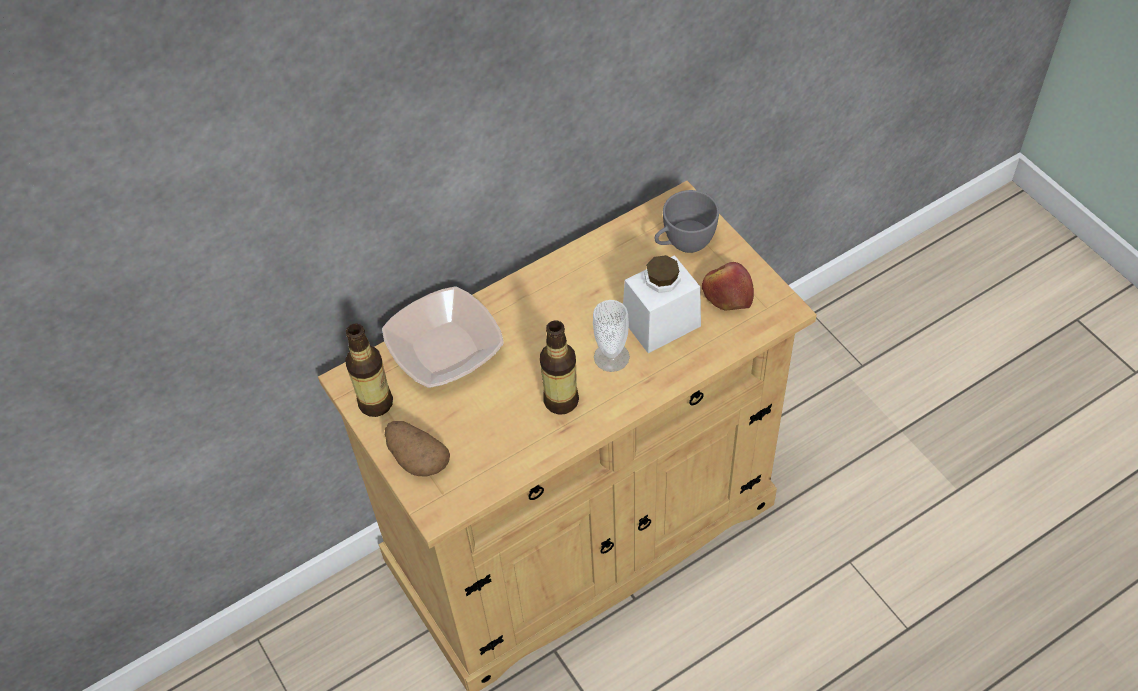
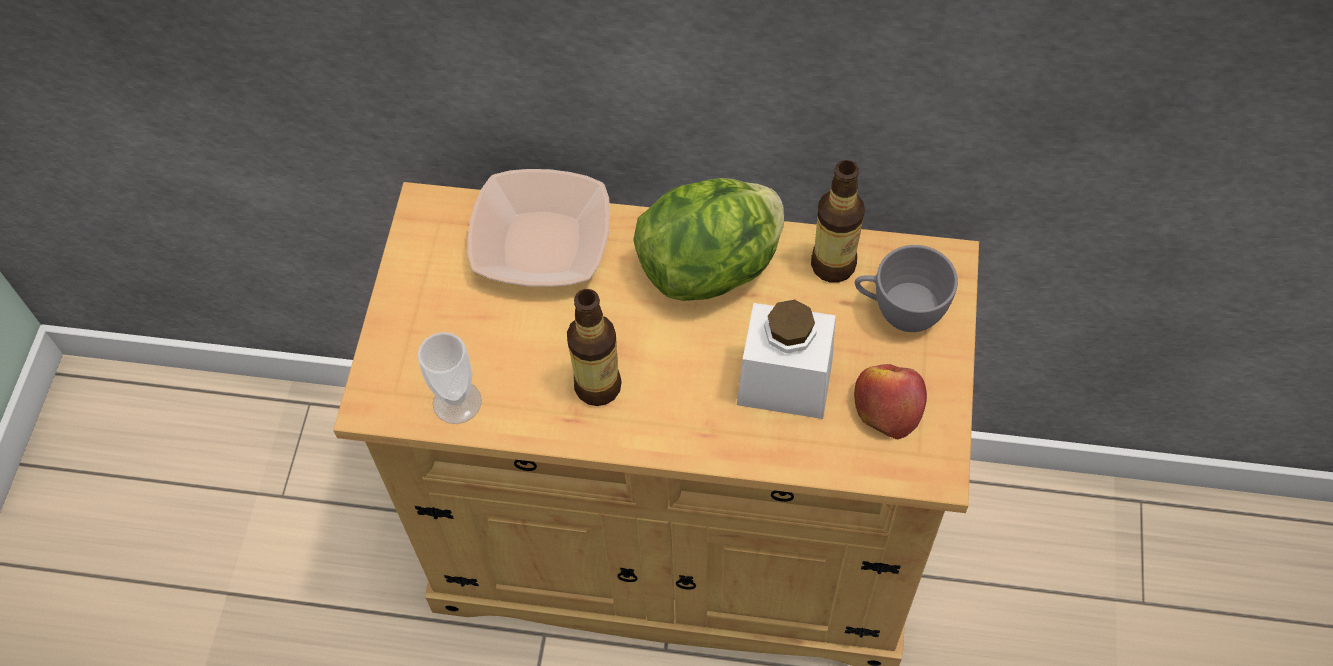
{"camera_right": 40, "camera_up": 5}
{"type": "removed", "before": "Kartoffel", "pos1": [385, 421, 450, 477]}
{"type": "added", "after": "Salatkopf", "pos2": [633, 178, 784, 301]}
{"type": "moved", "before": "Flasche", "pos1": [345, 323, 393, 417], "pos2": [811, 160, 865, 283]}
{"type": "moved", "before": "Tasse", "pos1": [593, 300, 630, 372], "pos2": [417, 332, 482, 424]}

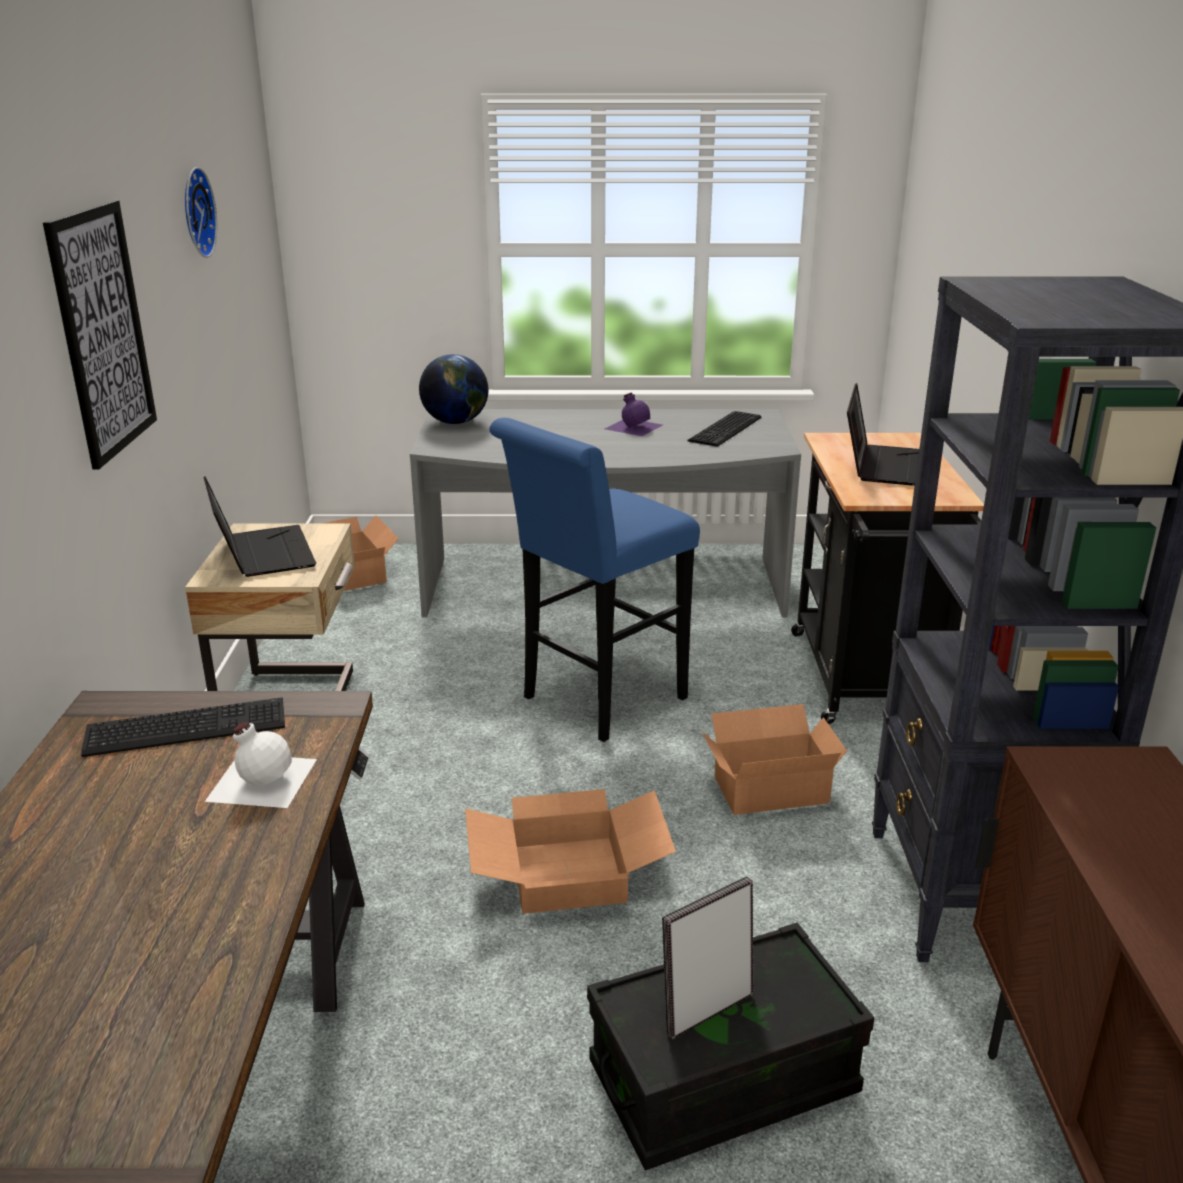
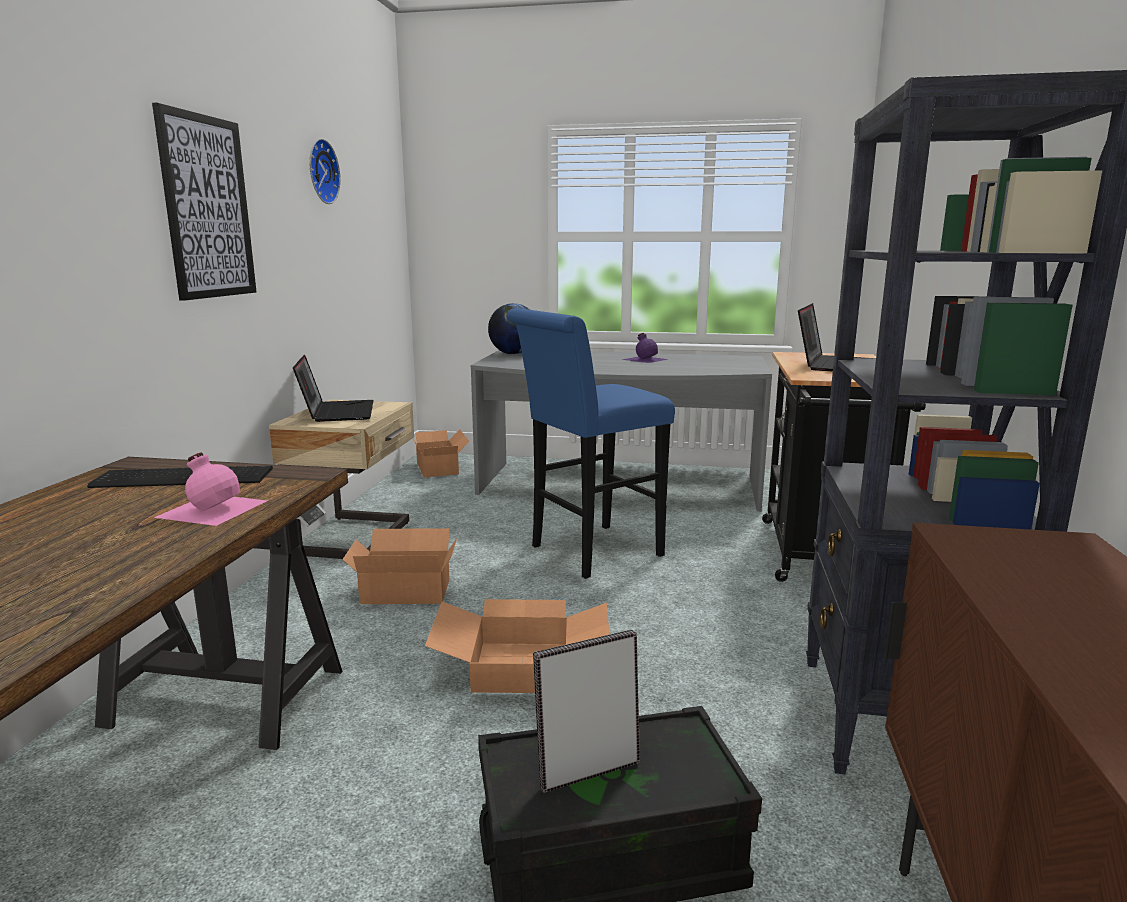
{"camera_right": 10, "camera_up": -10}
{"type": "removed", "before": "Tastatur", "pos1": [687, 411, 761, 447]}
{"type": "moved", "before": "Karton", "pos1": [702, 704, 847, 815], "pos2": [342, 528, 457, 604]}
{"type": "recoloured", "before": "Flasche/weiß", "after": "Flasche/rosa", "pos1": [205, 722, 317, 808], "pos2": [154, 452, 267, 526]}

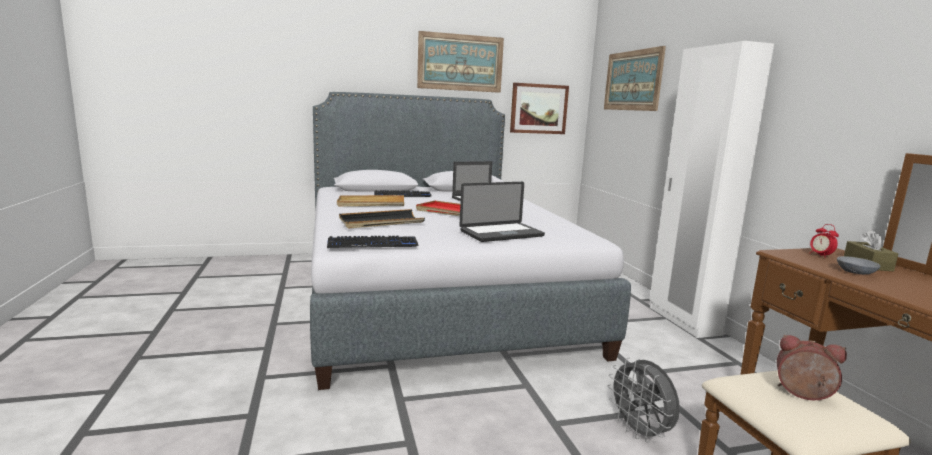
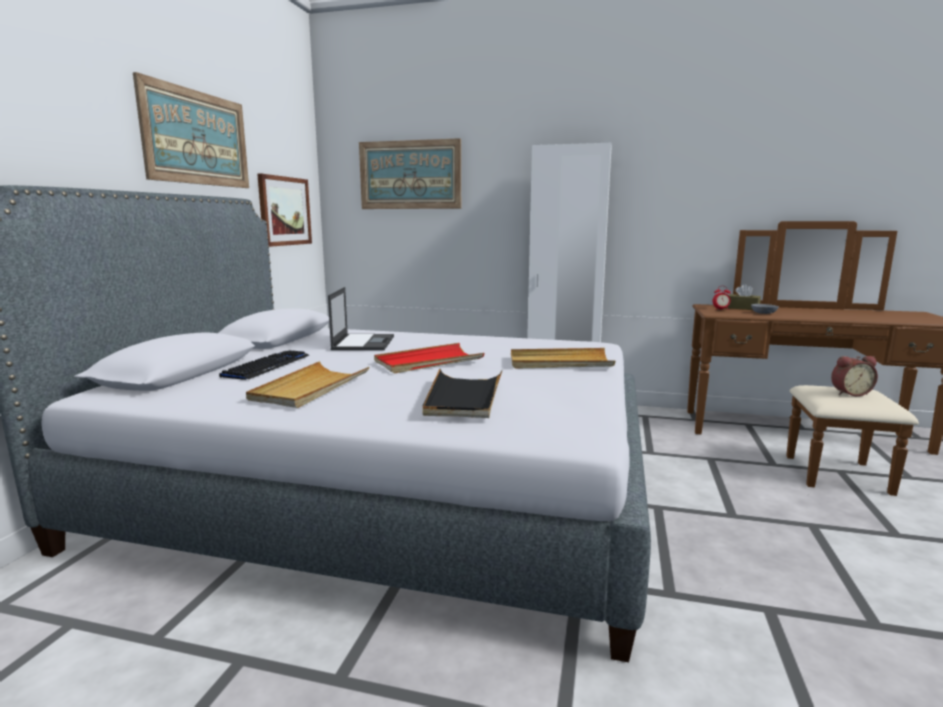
{"camera_right": -60, "camera_up": 0}
{"type": "removed", "before": "Tastatur", "pos1": [327, 236, 418, 248]}
{"type": "removed", "before": "Ventilator/grau", "pos1": [607, 357, 680, 443]}
{"type": "replaced", "before": "Laptop", "after": "Tablett/beige", "pos1": [460, 182, 545, 242], "pos2": [511, 348, 616, 369]}
{"type": "turned", "before": "Wecker", "pos1": [777, 335, 847, 400], "pos2": [831, 356, 878, 396], "turn": -150}

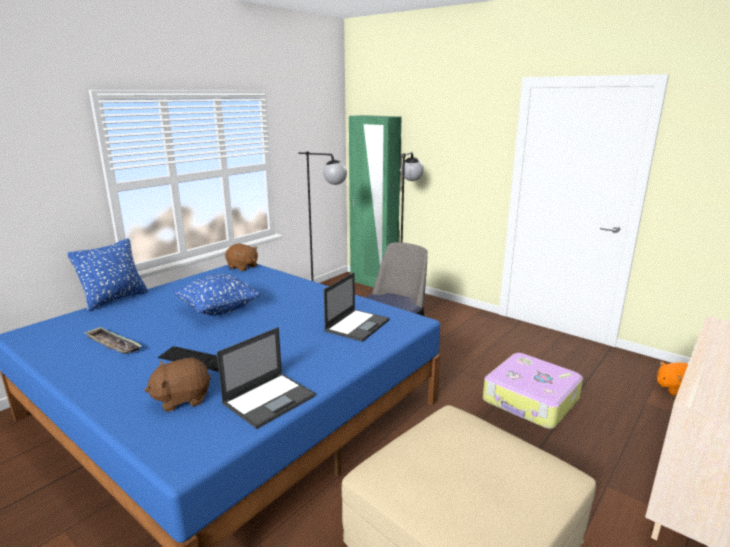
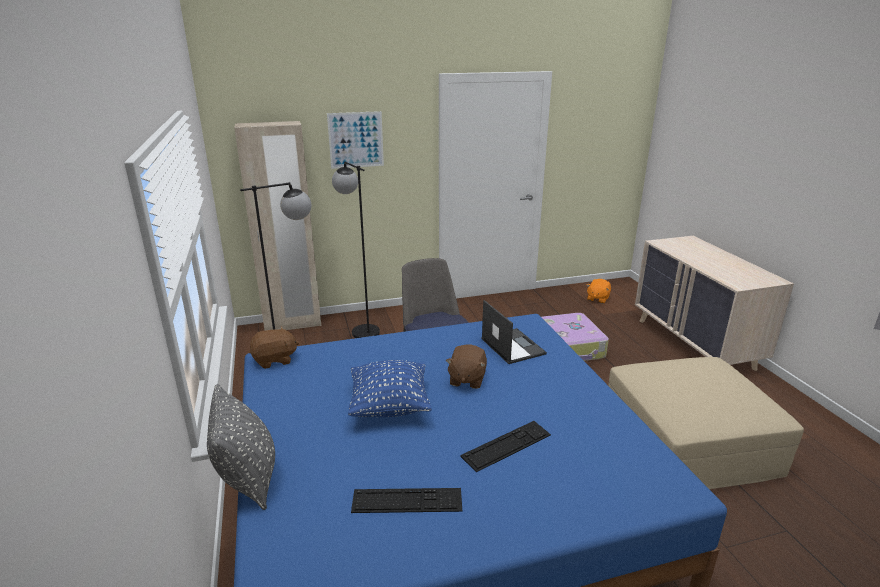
{"camera_right": -55, "camera_up": 5}
{"type": "removed", "before": "Laptop", "pos1": [217, 327, 316, 429]}
{"type": "added", "after": "Bild", "pos2": [327, 111, 384, 169]}
{"type": "moved", "before": "Plüschtier/braun", "pos1": [144, 358, 211, 412], "pos2": [446, 344, 487, 389]}
{"type": "replaced", "before": "Tablett", "after": "Tastatur", "pos1": [85, 327, 142, 354], "pos2": [351, 488, 462, 513]}
{"type": "recoloured", "before": "Kissen/blau", "after": "Kissen/grau", "pos1": [67, 238, 148, 312], "pos2": [207, 384, 275, 510]}
{"type": "recoloured", "before": "Kleiderschrank/grün", "after": "Kleiderschrank/beige", "pos1": [349, 115, 401, 288], "pos2": [234, 121, 321, 330]}

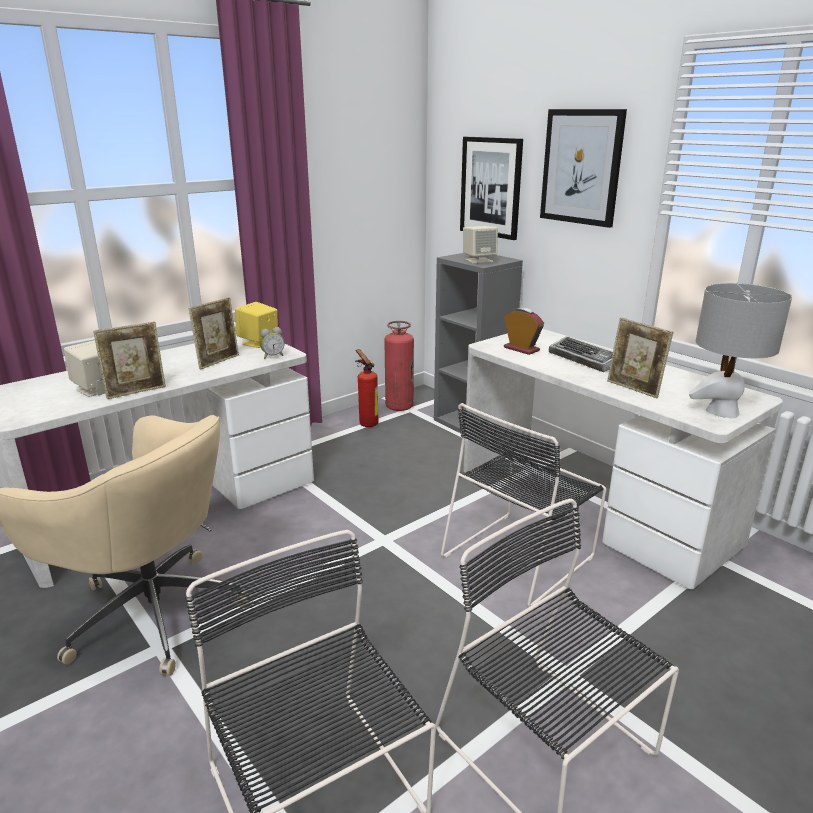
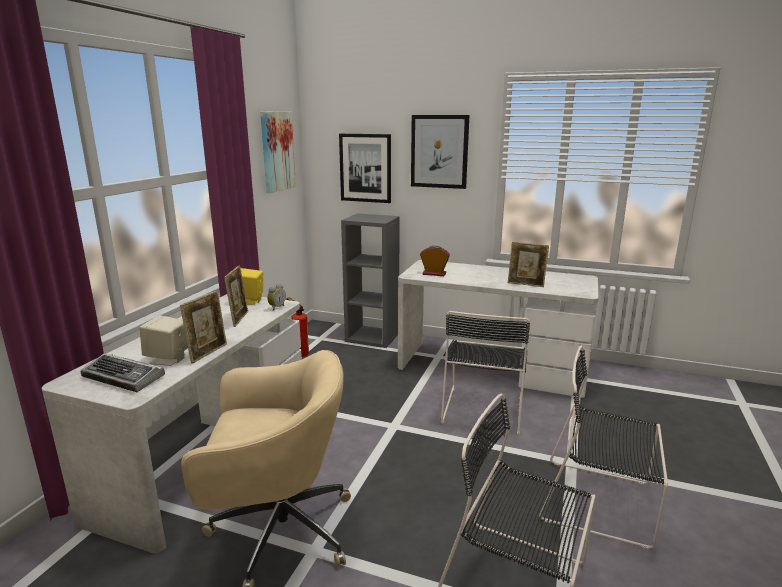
{"camera_right": -30, "camera_up": -5}
{"type": "removed", "before": "Feuerlöscher", "pos1": [384, 321, 414, 411]}
{"type": "removed", "before": "Lautsprecher/beige", "pos1": [463, 226, 498, 264]}
{"type": "removed", "before": "Tischlampe/grau", "pos1": [689, 283, 792, 418]}
{"type": "added", "after": "Bild", "pos2": [260, 111, 296, 193]}
{"type": "moved", "before": "Tastatur", "pos1": [549, 336, 613, 372], "pos2": [81, 354, 165, 392]}

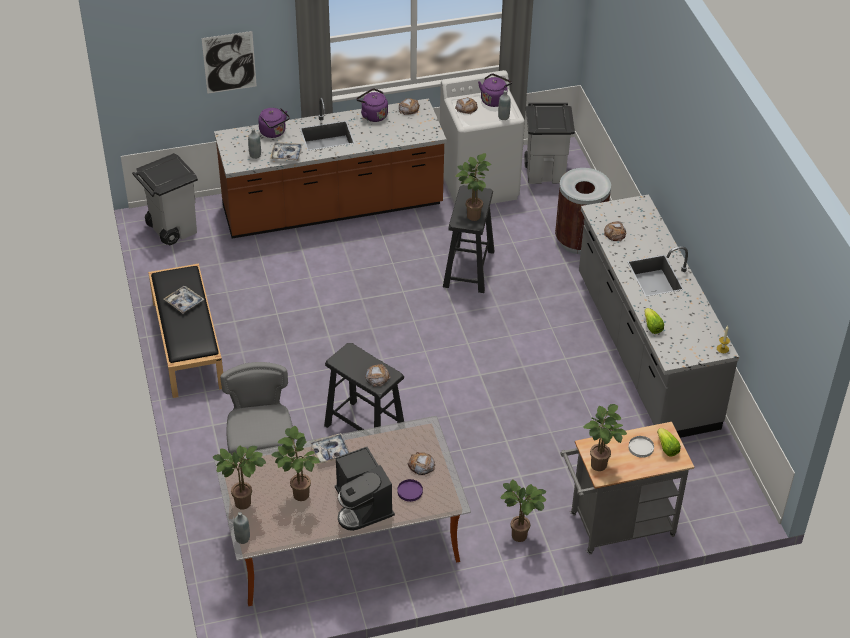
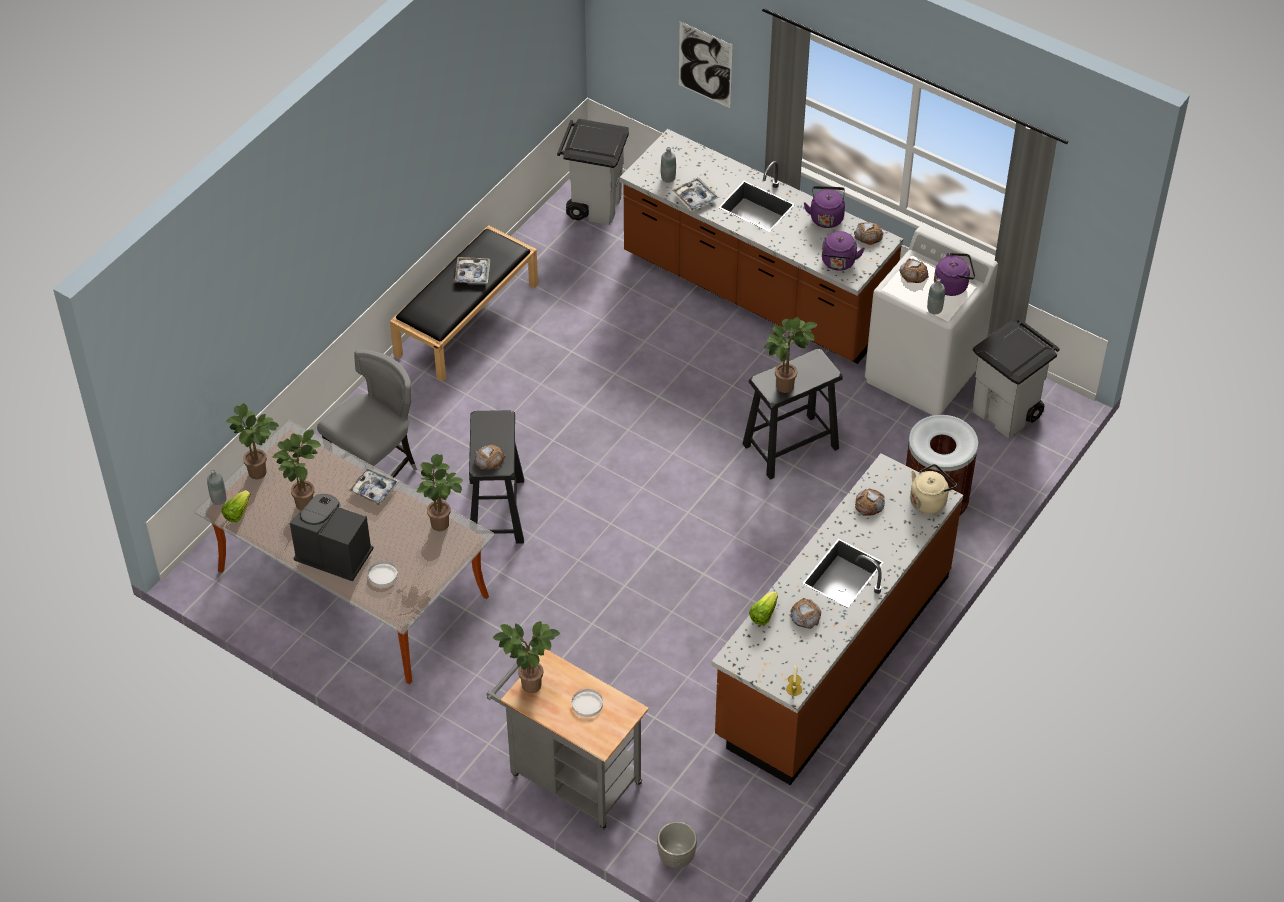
{"camera_right": 50, "camera_up": 5}
{"type": "added", "after": "Pflanzkübel", "pos2": [657, 822, 697, 868]}
{"type": "added", "after": "Wasserkessel/beige", "pos2": [910, 464, 957, 514]}
{"type": "moved", "before": "Wasserkessel/lila", "pos1": [258, 108, 290, 138], "pos2": [822, 231, 865, 271]}
{"type": "moved", "before": "Brot", "pos1": [407, 452, 436, 475], "pos2": [790, 598, 821, 629]}
{"type": "moved", "before": "Topfpflanze", "pos1": [500, 479, 546, 542], "pos2": [417, 454, 463, 531]}
{"type": "moved", "before": "Salatkopf", "pos1": [657, 428, 681, 456], "pos2": [222, 490, 251, 523]}
{"type": "recoloured", "before": "Teller/lila", "after": "Teller/weiß", "pos1": [397, 479, 423, 502], "pos2": [368, 561, 398, 587]}
{"type": "recoloured", "before": "Küchenzeile/grau", "after": "Küchenzeile/braun", "pos1": [579, 194, 739, 438], "pos2": [711, 454, 963, 785]}
{"type": "turned", "before": "Kaffeemaschine", "pos1": [335, 447, 395, 531], "pos2": [290, 494, 374, 581], "turn": 90}

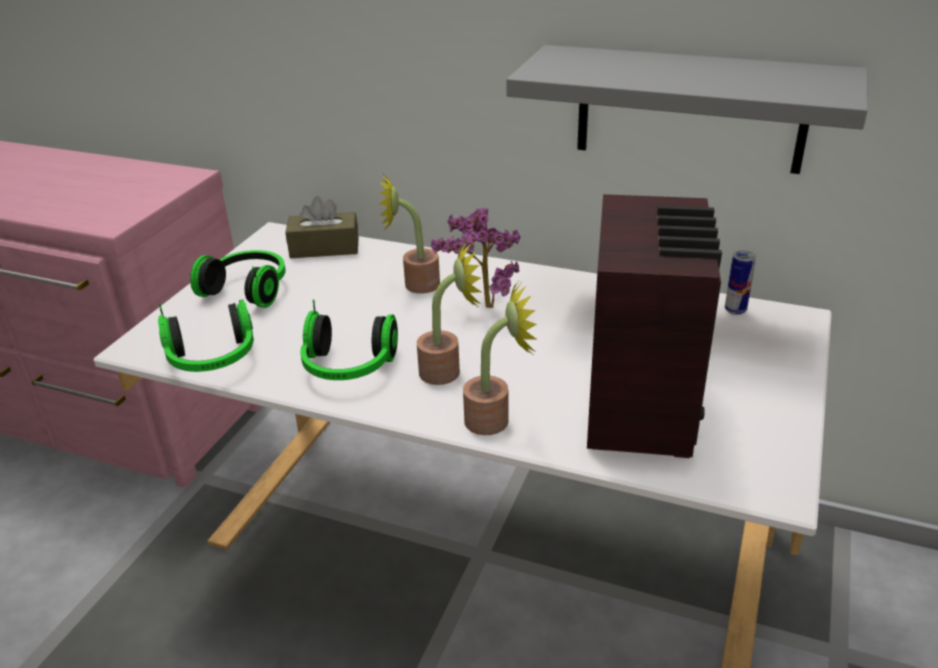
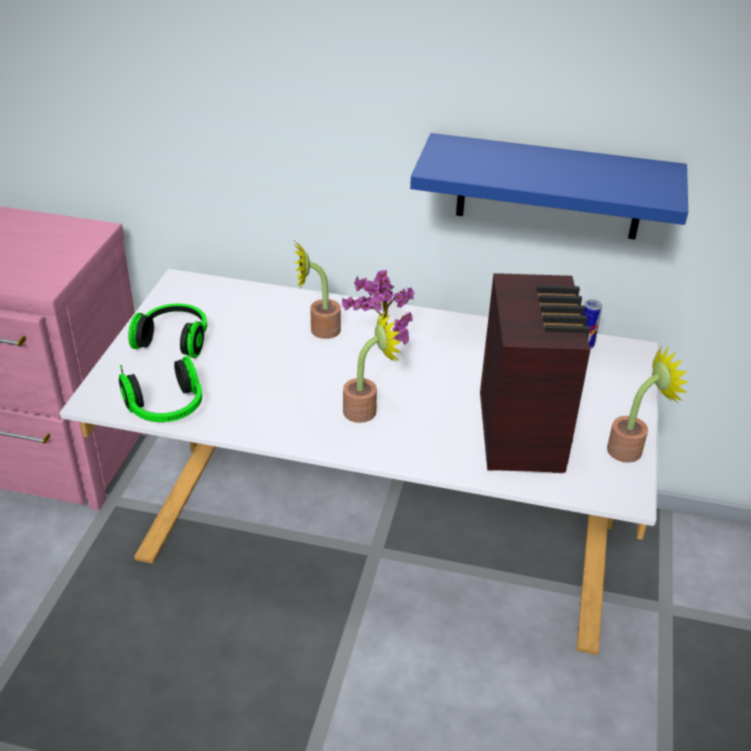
{"camera_right": -10, "camera_up": 5}
{"type": "removed", "before": "Taschentuchbox/braun", "pos1": [285, 196, 359, 258]}
{"type": "removed", "before": "Kopfhörer", "pos1": [300, 300, 398, 380]}
{"type": "moved", "before": "Topfpflanze", "pos1": [463, 282, 538, 435], "pos2": [607, 346, 689, 463]}
{"type": "recoloured", "before": "Wandregal/grau", "after": "Wandregal/blau", "pos1": [506, 45, 868, 174], "pos2": [410, 133, 688, 239]}

